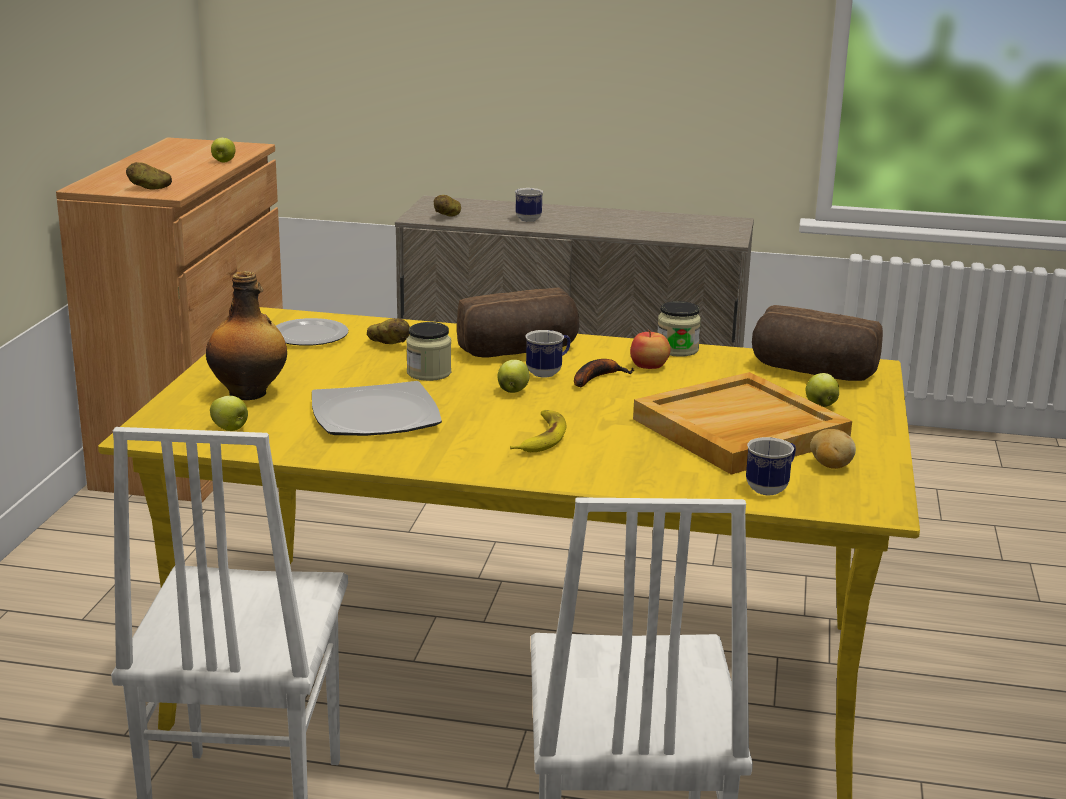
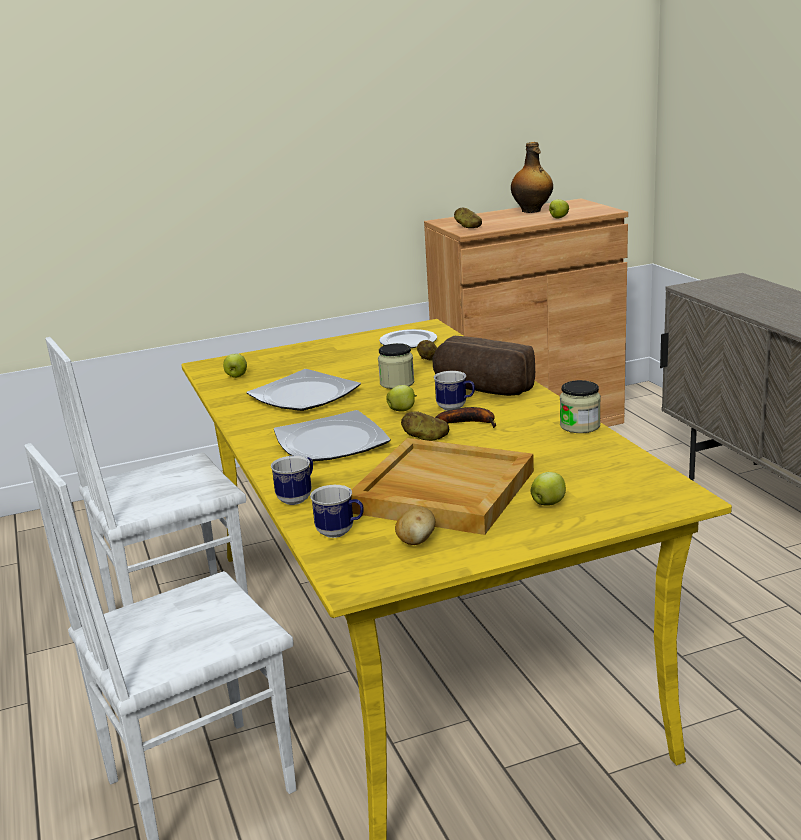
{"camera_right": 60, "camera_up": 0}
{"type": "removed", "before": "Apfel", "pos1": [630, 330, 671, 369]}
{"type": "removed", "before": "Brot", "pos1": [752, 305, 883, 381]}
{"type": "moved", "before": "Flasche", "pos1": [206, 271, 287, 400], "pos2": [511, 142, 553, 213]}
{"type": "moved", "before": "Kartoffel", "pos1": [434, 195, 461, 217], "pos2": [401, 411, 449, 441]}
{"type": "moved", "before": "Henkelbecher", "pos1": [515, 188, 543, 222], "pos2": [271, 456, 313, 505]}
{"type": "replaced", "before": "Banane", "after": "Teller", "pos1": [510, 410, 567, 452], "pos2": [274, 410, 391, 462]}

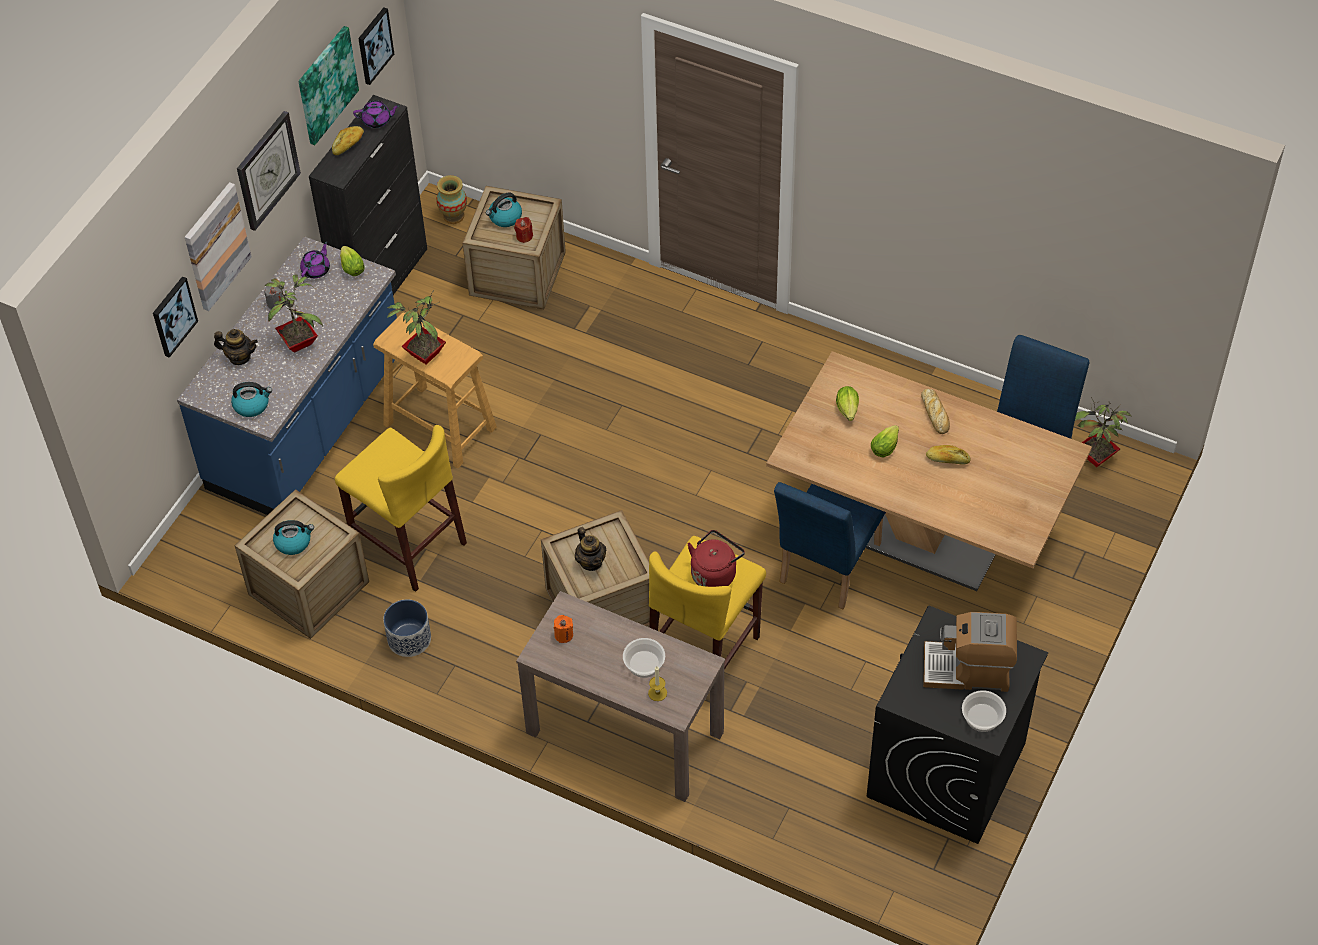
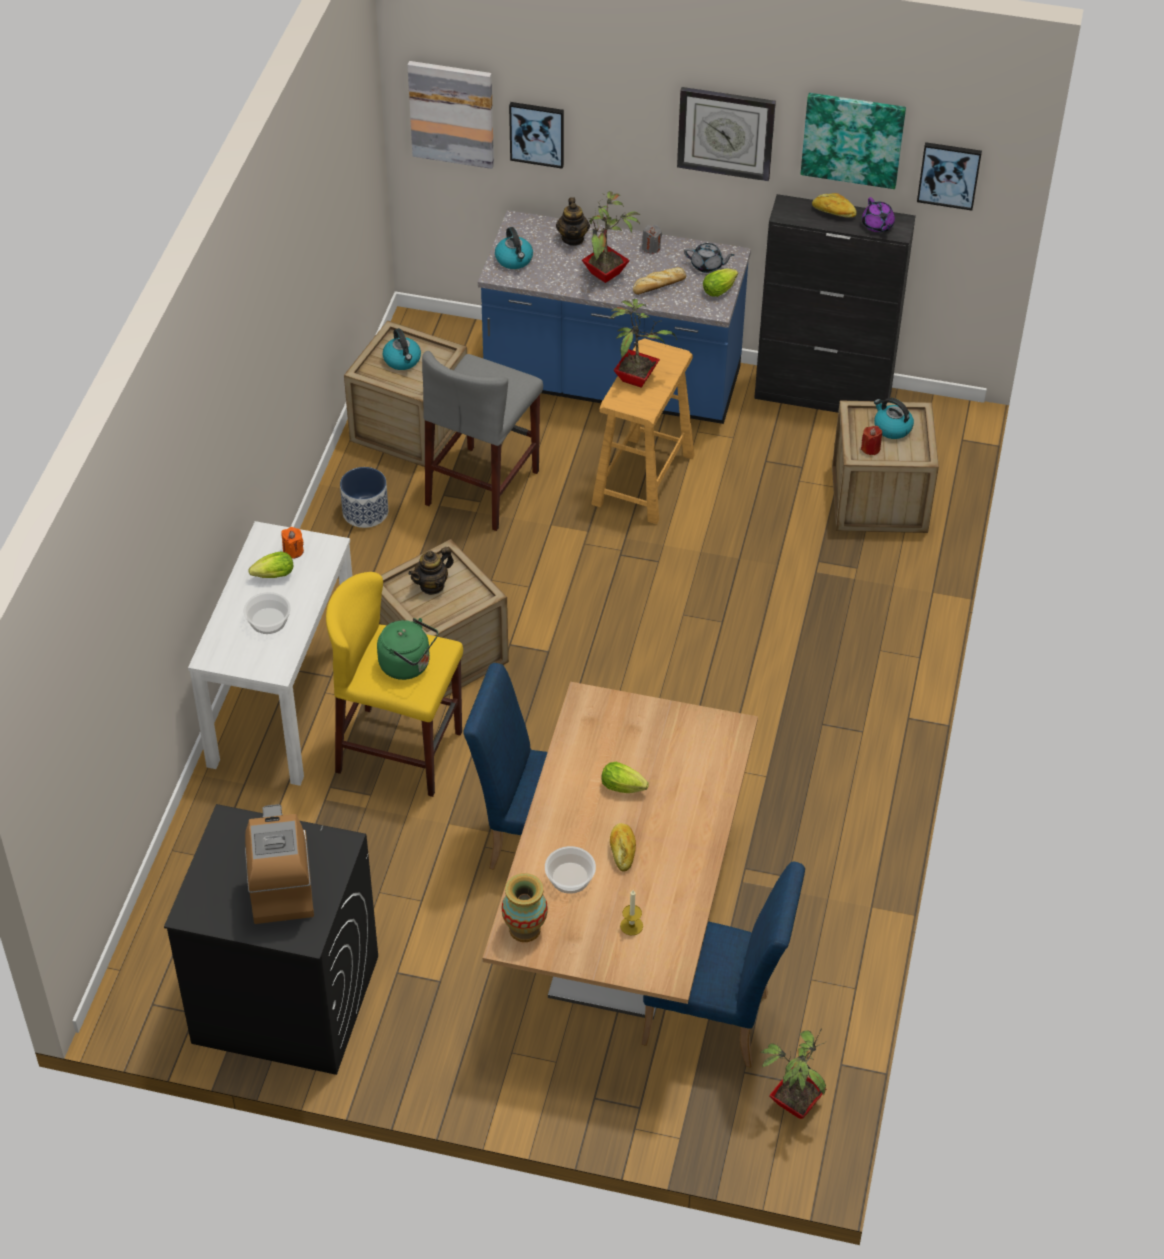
{"camera_right": 75, "camera_up": -5}
{"type": "moved", "before": "Bild", "pos1": [185, 182, 252, 311], "pos2": [407, 61, 494, 169]}
{"type": "moved", "before": "Vase", "pos1": [436, 175, 467, 224], "pos2": [501, 873, 548, 942]}
{"type": "moved", "before": "Kerze", "pos1": [648, 666, 667, 701], "pos2": [620, 890, 643, 935]}
{"type": "moved", "before": "Salatkopf", "pos1": [836, 386, 859, 421], "pos2": [249, 552, 293, 578]}
{"type": "moved", "before": "Brot", "pos1": [921, 389, 950, 434], "pos2": [633, 267, 686, 295]}
{"type": "moved", "before": "Schüssel", "pos1": [962, 690, 1006, 732], "pos2": [545, 846, 596, 894]}
{"type": "recoloured", "before": "Teekanne/lila", "after": "Teekanne/grau", "pos1": [300, 241, 330, 278], "pos2": [684, 243, 734, 273]}
{"type": "recoloured", "before": "Hocker/gelb", "after": "Hocker/grau", "pos1": [335, 425, 467, 592], "pos2": [422, 351, 543, 531]}
{"type": "recoloured", "before": "Konsolentisch/braun", "after": "Konsolentisch/weiß", "pos1": [516, 591, 725, 802], "pos2": [188, 521, 352, 786]}
{"type": "recoloured", "before": "Wasserkessel/rot", "after": "Wasserkessel/grün", "pos1": [687, 530, 745, 587], "pos2": [377, 618, 438, 680]}

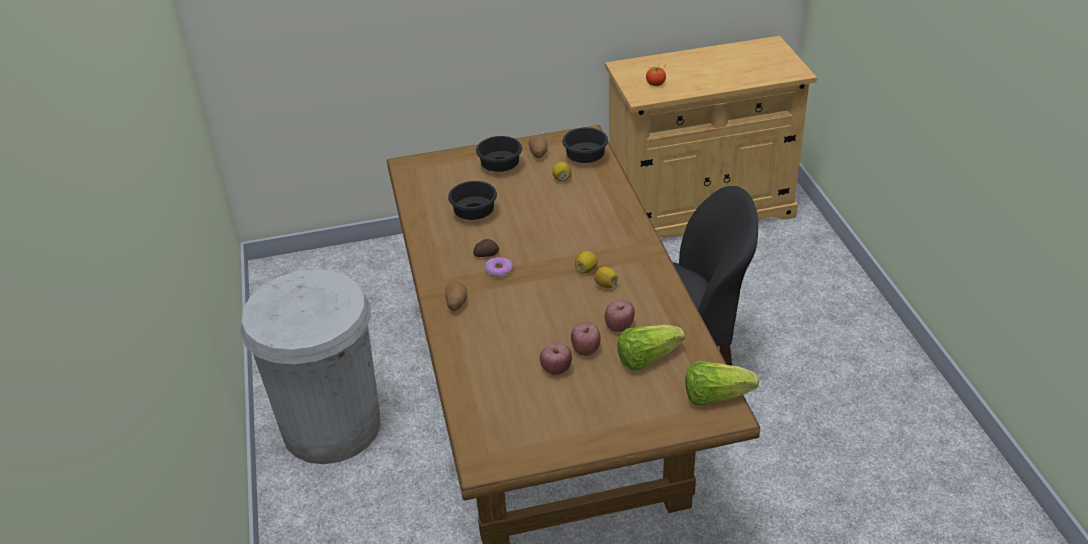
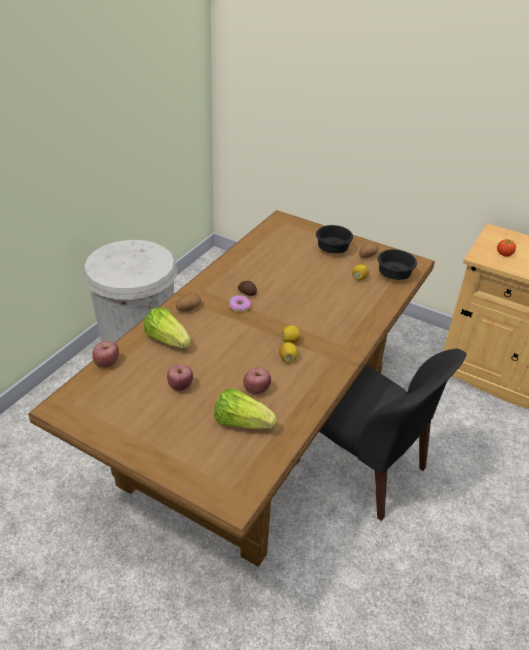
{"camera_right": 40, "camera_up": 0}
{"type": "removed", "before": "Schüssel/schwarz", "pos1": [448, 181, 497, 220]}
{"type": "moved", "before": "Apfel", "pos1": [571, 322, 601, 356], "pos2": [92, 341, 119, 368]}
{"type": "moved", "before": "Salatkopf", "pos1": [685, 361, 759, 405], "pos2": [144, 308, 191, 348]}

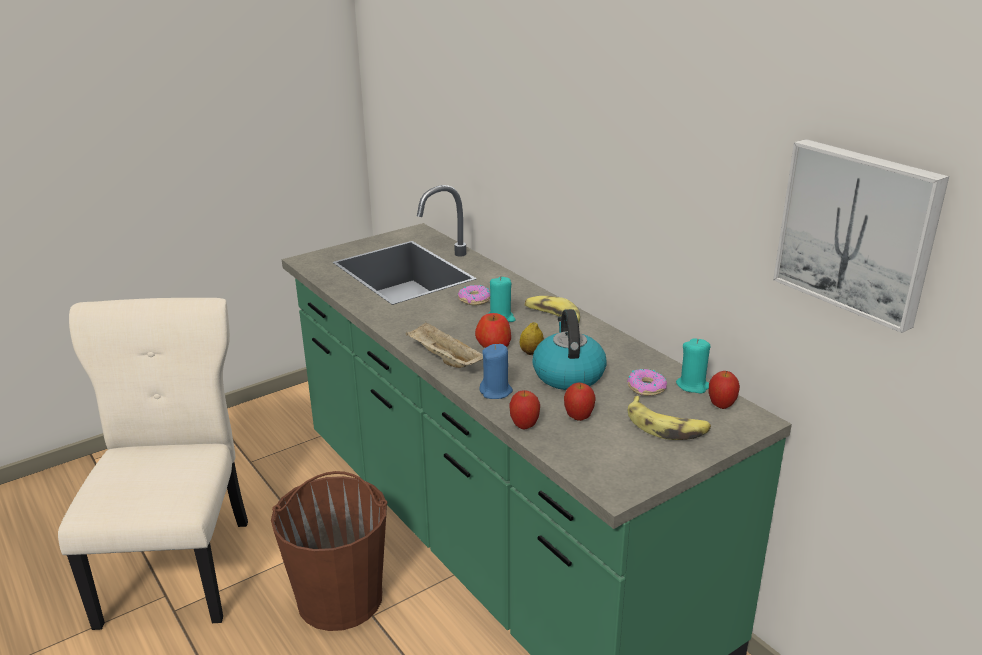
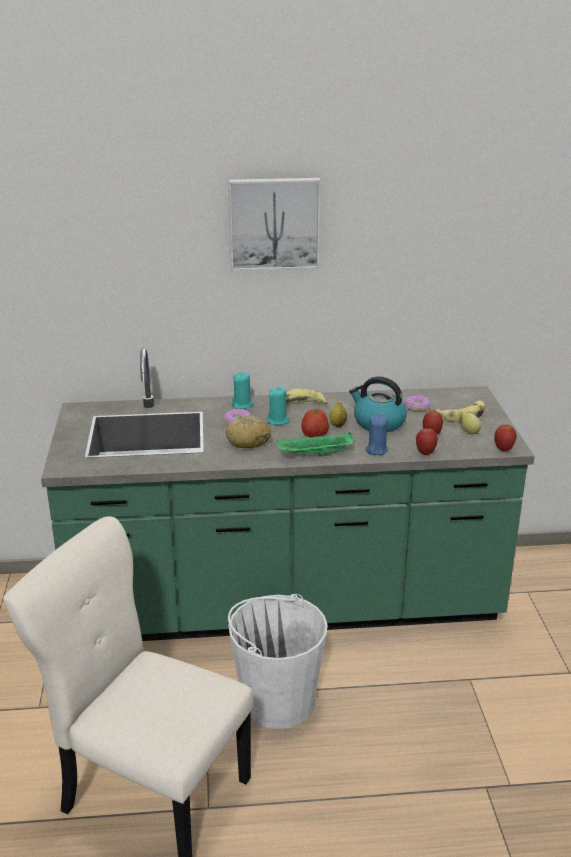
{"camera_right": -60, "camera_up": 0}
{"type": "added", "after": "Brot", "pos2": [226, 416, 271, 448]}
{"type": "added", "after": "Zitrone", "pos2": [460, 412, 481, 434]}
{"type": "moved", "before": "Kerze/türkis", "pos1": [676, 338, 710, 394], "pos2": [232, 372, 254, 409]}
{"type": "moved", "before": "Apfel", "pos1": [708, 371, 740, 409], "pos2": [494, 425, 517, 451]}
{"type": "moved", "before": "Bild", "pos1": [773, 139, 949, 333], "pos2": [229, 178, 321, 271]}
{"type": "recoloured", "before": "Eimer/braun", "after": "Eimer/weiß", "pos1": [271, 471, 387, 631], "pos2": [228, 594, 328, 729]}
{"type": "recoloured", "before": "Tablett/beige", "after": "Tablett/grün", "pos1": [406, 322, 483, 368], "pos2": [276, 433, 355, 457]}

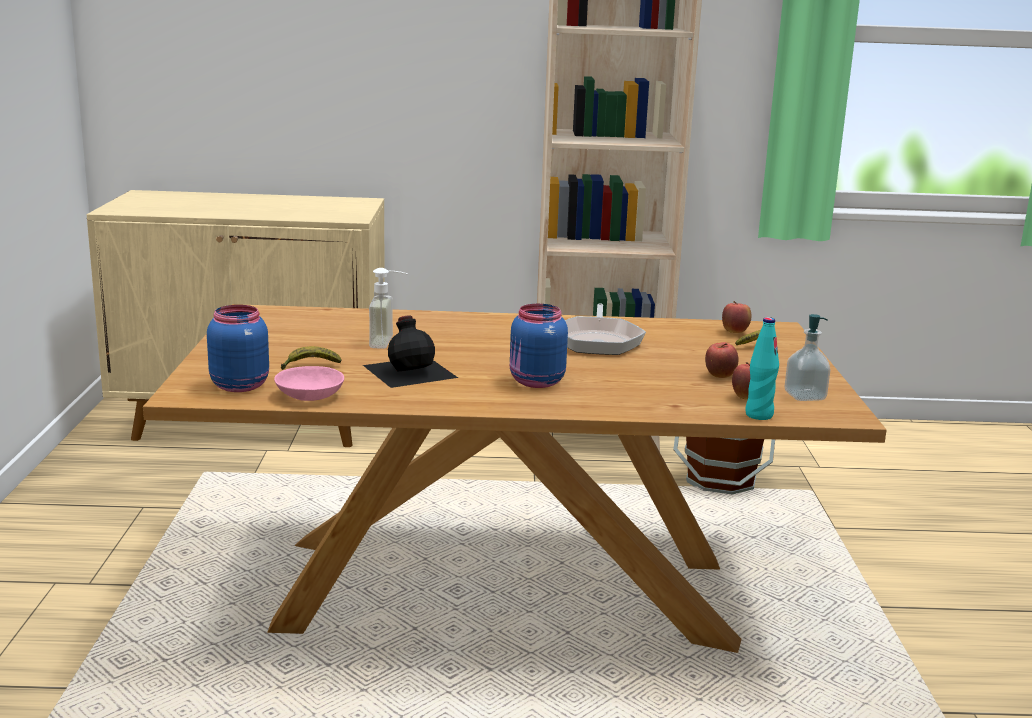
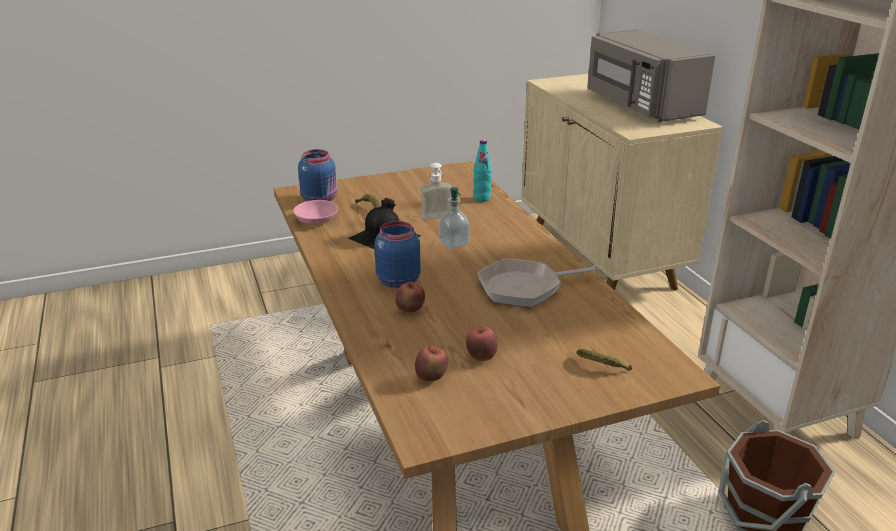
{"camera_right": 70, "camera_up": 10}
{"type": "added", "after": "Mikrowelle/grau", "pos2": [587, 29, 715, 122]}
{"type": "moved", "before": "Apfel", "pos1": [722, 301, 751, 333], "pos2": [396, 281, 425, 313]}
{"type": "moved", "before": "Flasche/türkis", "pos1": [746, 317, 779, 420], "pos2": [473, 140, 492, 202]}
{"type": "moved", "before": "Seifenspender", "pos1": [785, 314, 830, 401], "pos2": [439, 187, 470, 249]}

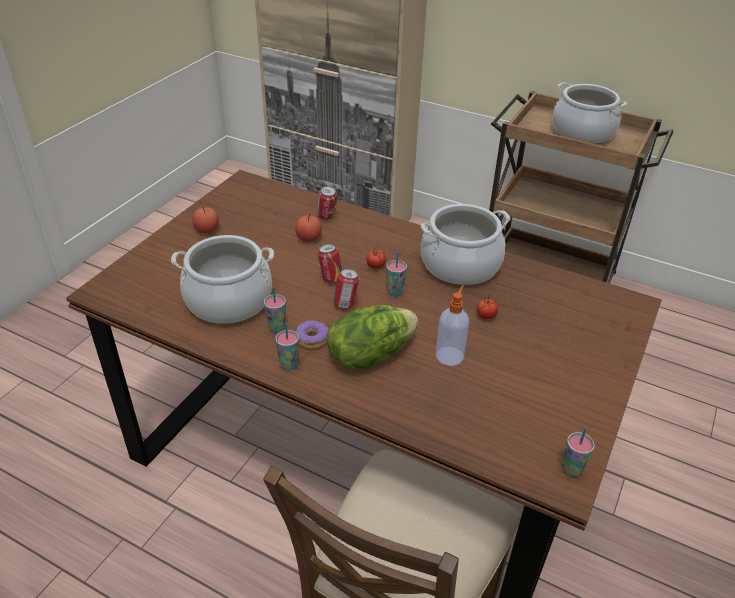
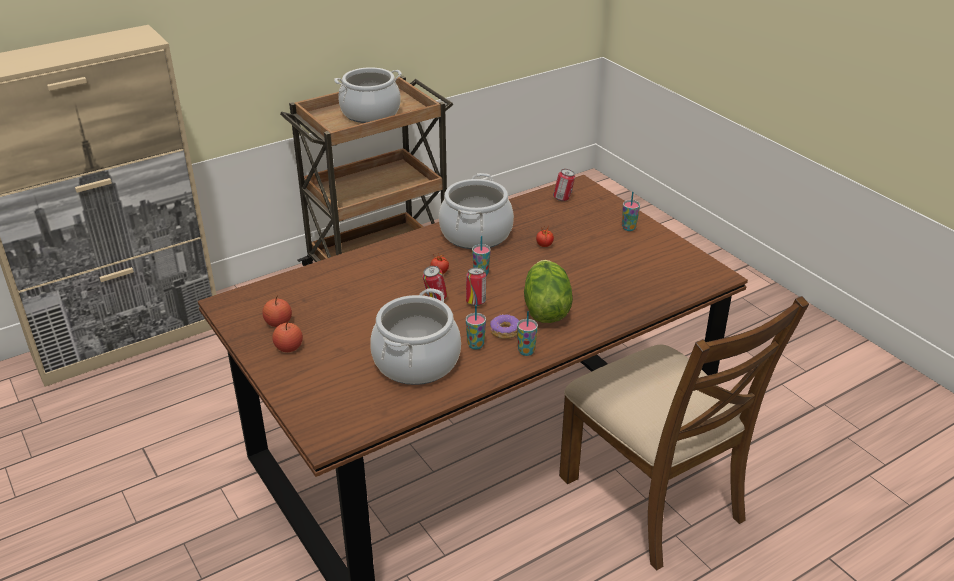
{"camera_right": -60, "camera_up": -5}
{"type": "removed", "before": "Seifenspender", "pos1": [435, 285, 469, 366]}
{"type": "moved", "before": "Apfel", "pos1": [295, 214, 322, 242], "pos2": [263, 296, 292, 327]}
{"type": "moved", "before": "Dose", "pos1": [317, 186, 337, 220], "pos2": [553, 169, 575, 201]}
{"type": "moved", "before": "Tasse", "pos1": [562, 428, 595, 477], "pos2": [622, 192, 640, 231]}

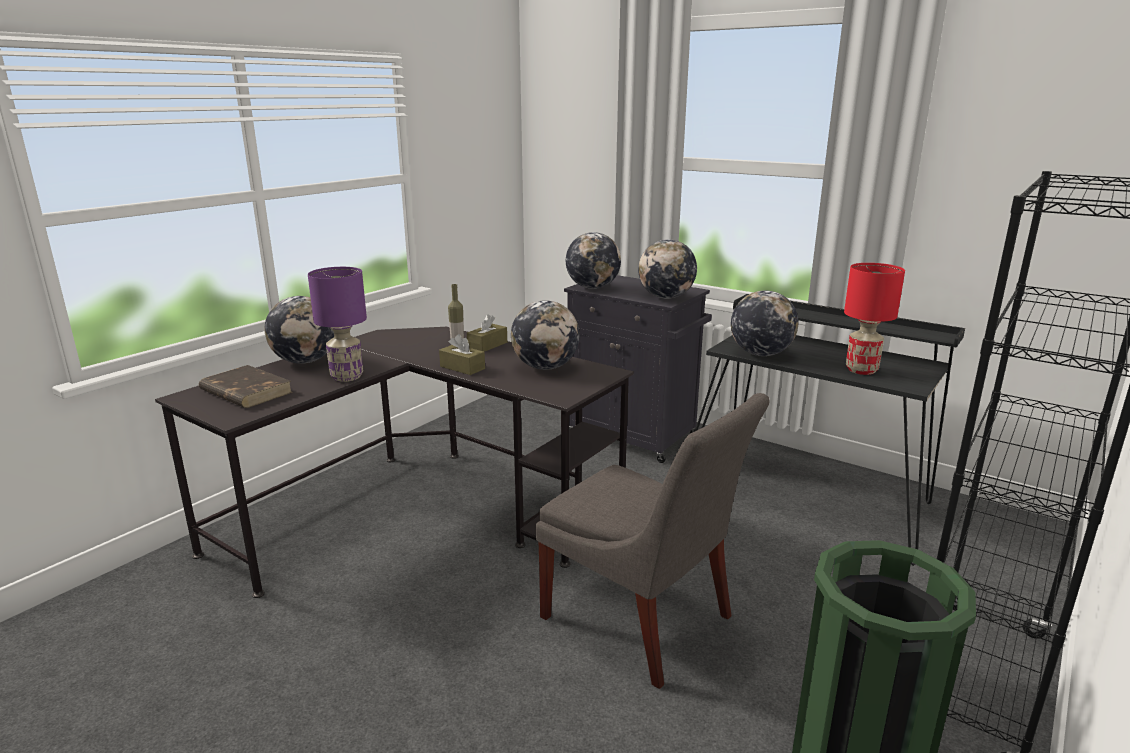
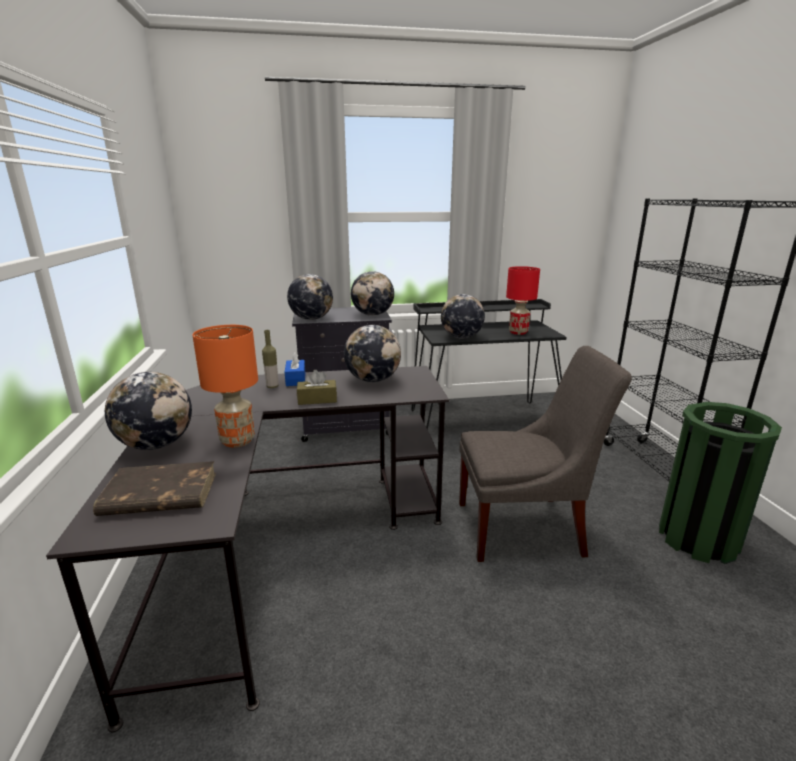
{"camera_right": -45, "camera_up": 0}
{"type": "recoloured", "before": "Tischlampe/lila", "after": "Tischlampe/orange", "pos1": [308, 267, 367, 382], "pos2": [192, 325, 258, 448]}
{"type": "recoloured", "before": "Taschentuchbox/braun", "after": "Taschentuchbox/blau", "pos1": [467, 314, 507, 352], "pos2": [285, 352, 305, 386]}

